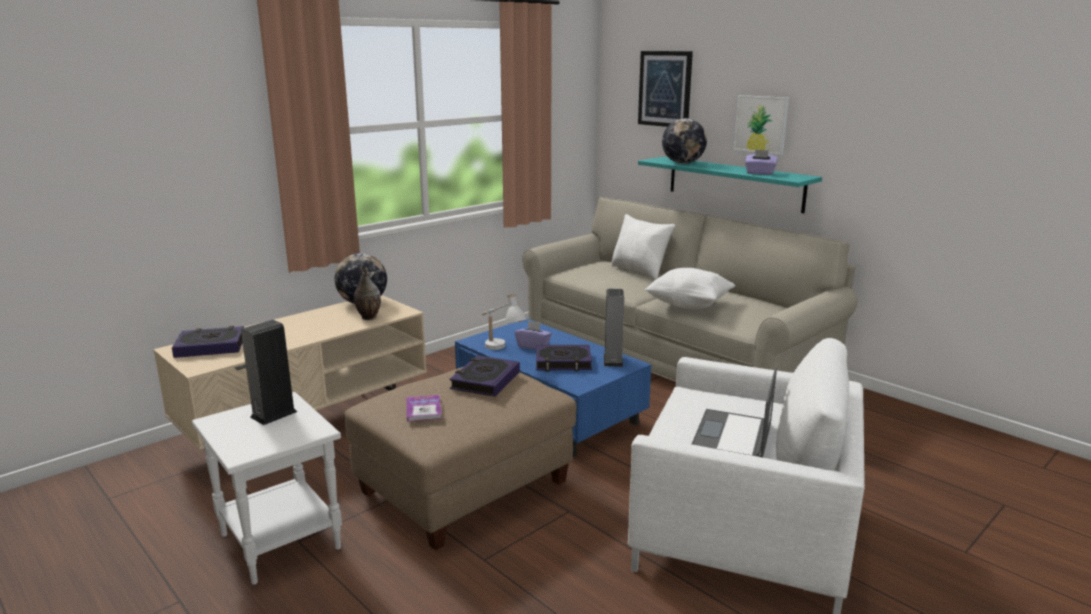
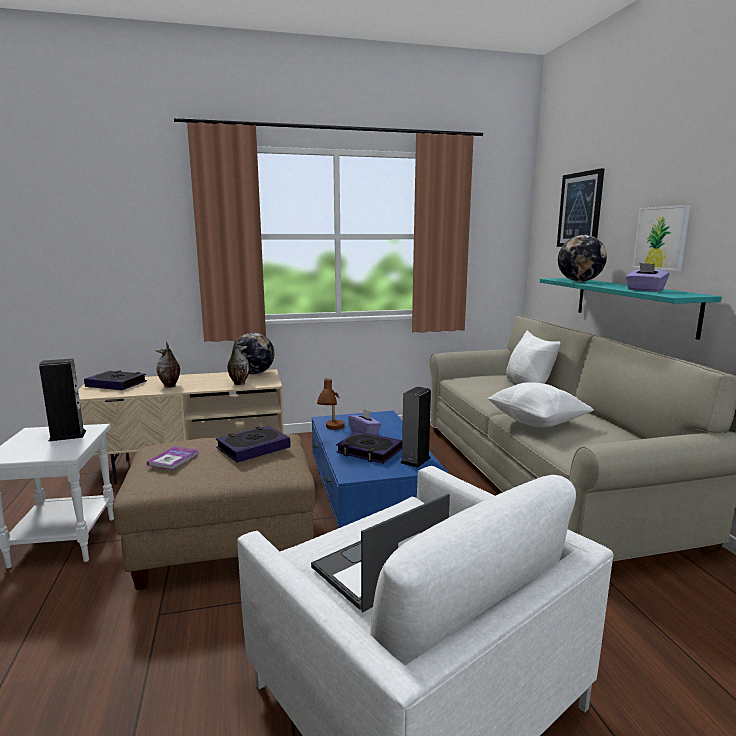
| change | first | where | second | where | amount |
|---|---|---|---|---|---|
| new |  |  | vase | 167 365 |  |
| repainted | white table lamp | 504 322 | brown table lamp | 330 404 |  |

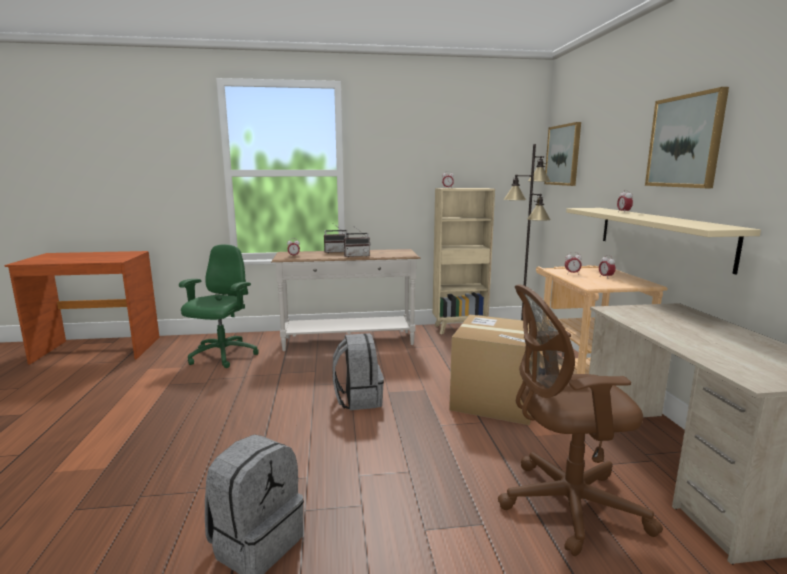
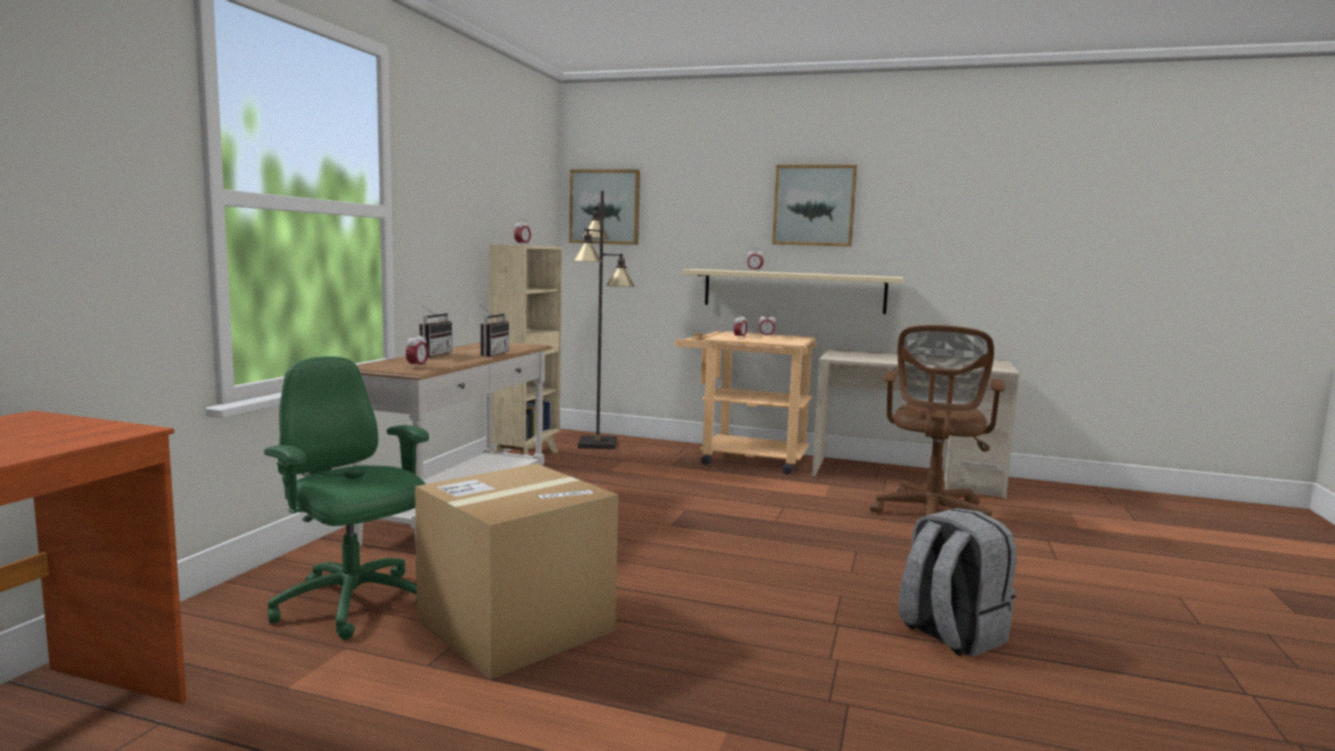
| change | first | where | second | where | amount |
|---|---|---|---|---|---|
| gone | grey backpack | 358 371 |  |  |  |
| shifted | cardboard box | 490 370 |  | 517 571 |  |

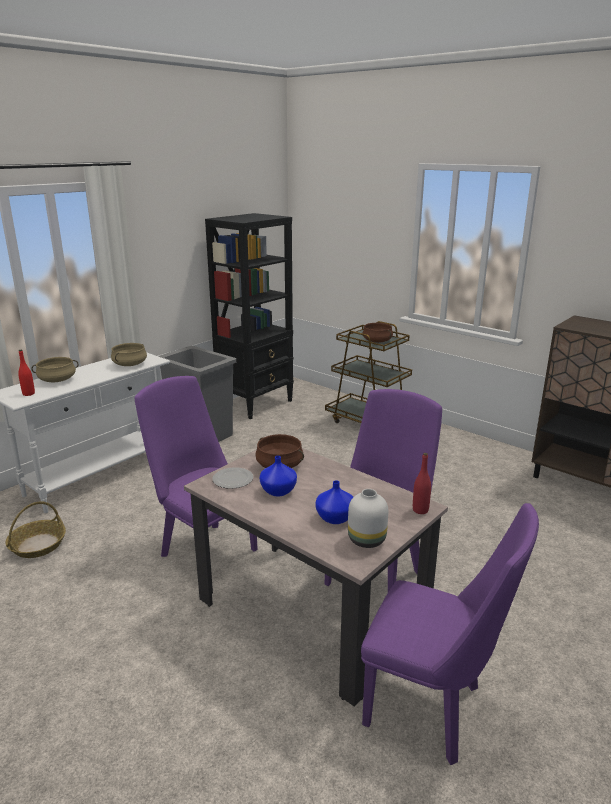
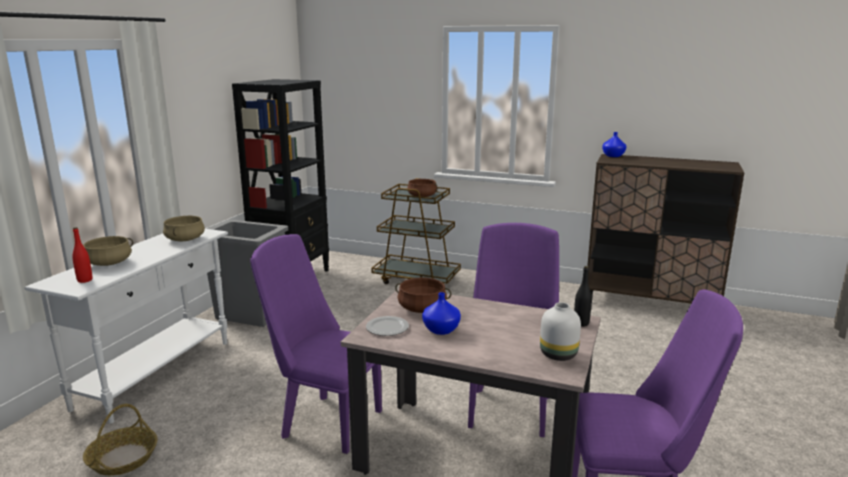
| change | first | where | second | where | amount |
|---|---|---|---|---|---|
| shifted | blue vase | 334 502 |  | 614 144 |  |
| repainted | red bottle | 422 483 | black bottle | 583 296 |  |

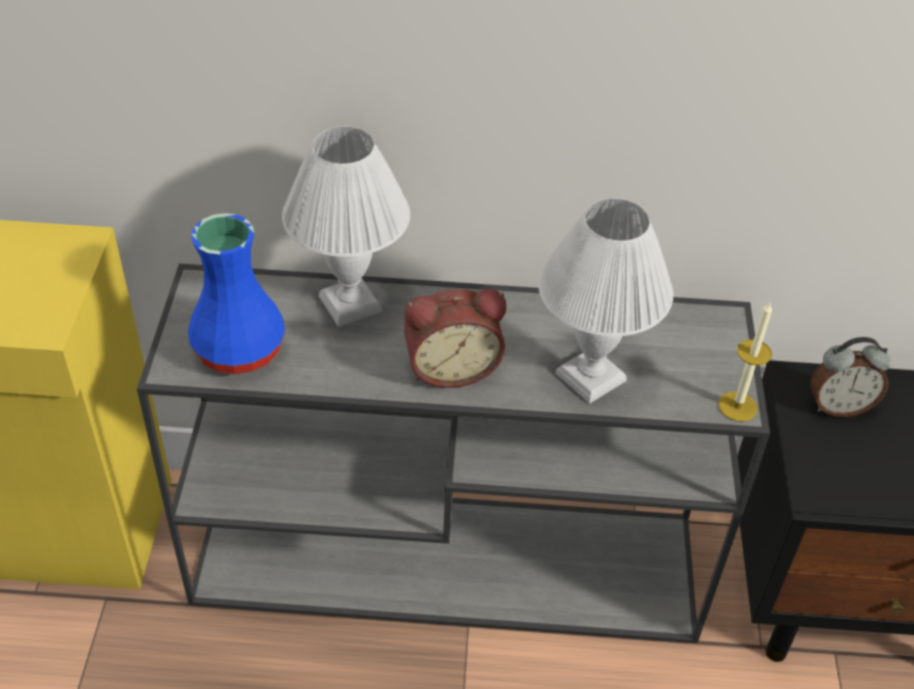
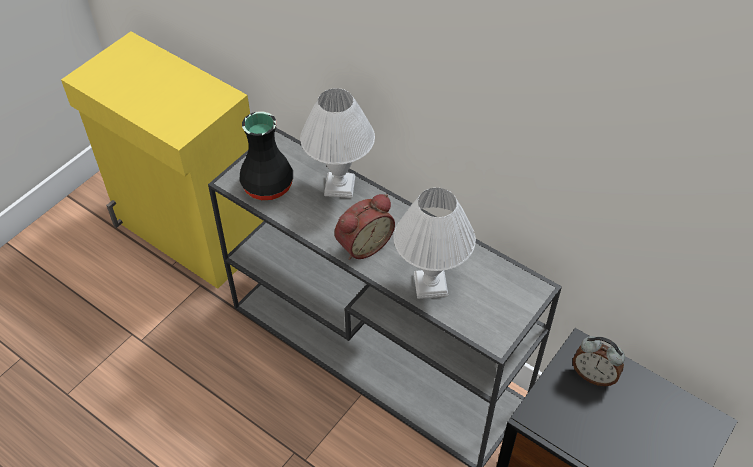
| change | first | where | second | where | amount |
|---|---|---|---|---|---|
| gone | candle | 745 361 |  |  |  |
| repainted | blue vase | 236 293 | black vase | 266 155 |  |
| rotated | alarm clock | 455 338 |  | 364 227 | 60 degrees counterclockwise |

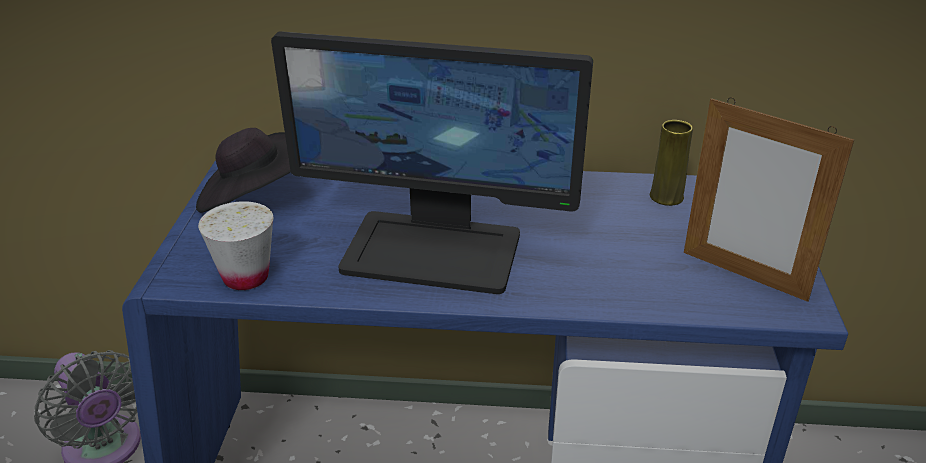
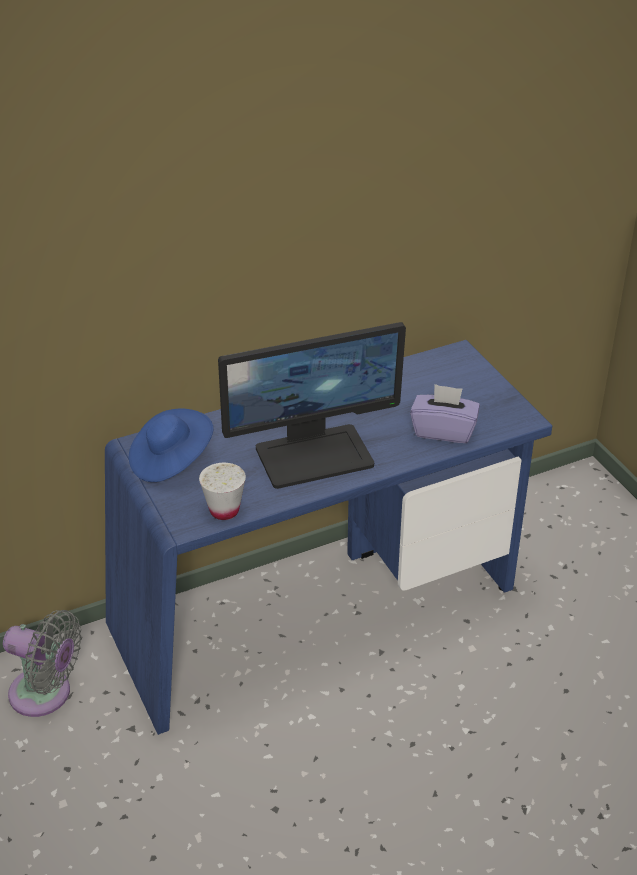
| change | first | where | second | where | amount |
|---|---|---|---|---|---|
| gone | yellow vase | 671 163 |  |  |  |
| gone | picture frame | 769 199 |  |  |  |
| new |  |  | purple tissue box | 445 413 |  |
| repainted | black hat | 243 170 | blue hat | 171 445 |  |

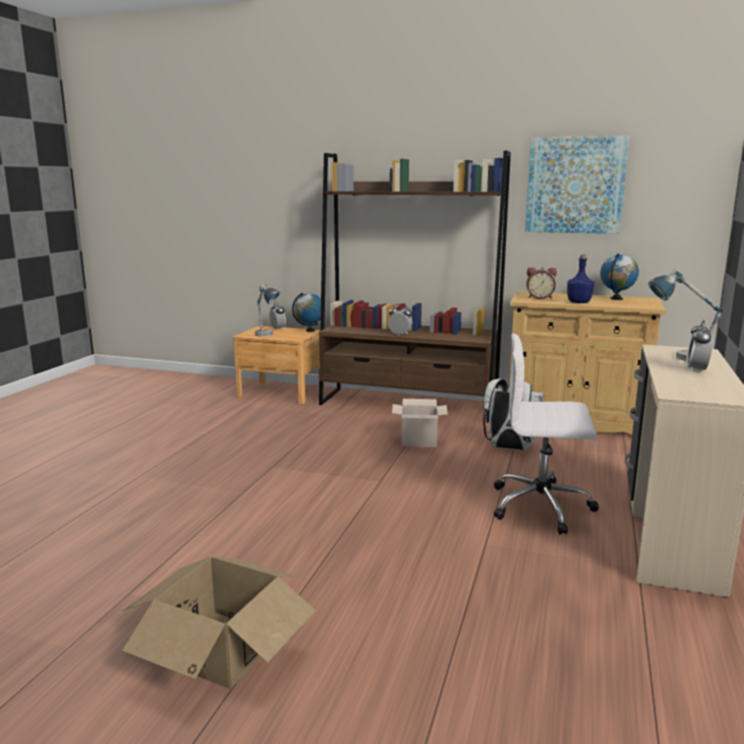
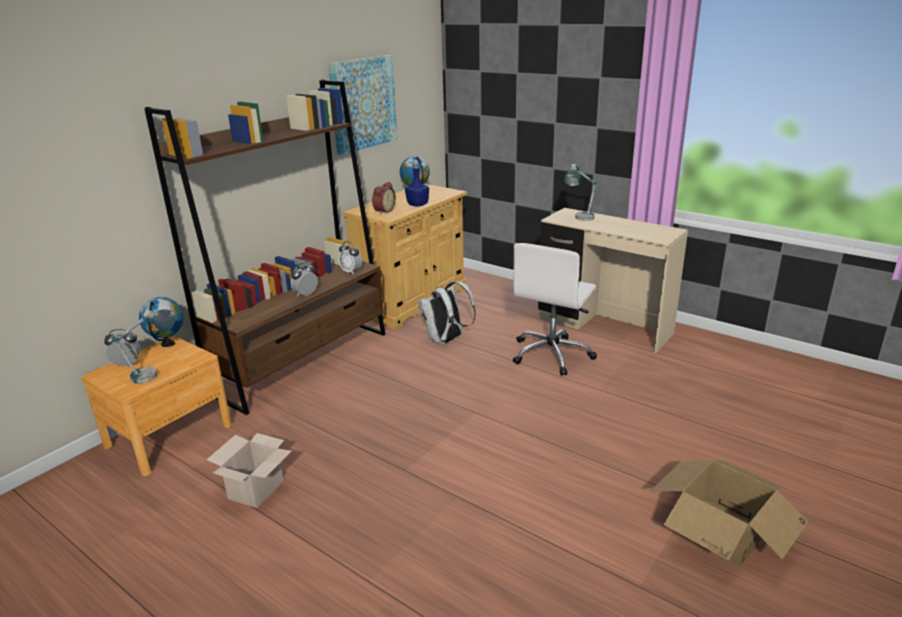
| change | first | where | second | where | amount |
|---|---|---|---|---|---|
| shifted | cardboard box | 420 423 |  | 249 470 |  |
| shifted | alarm clock | 699 346 |  | 350 258 |  |

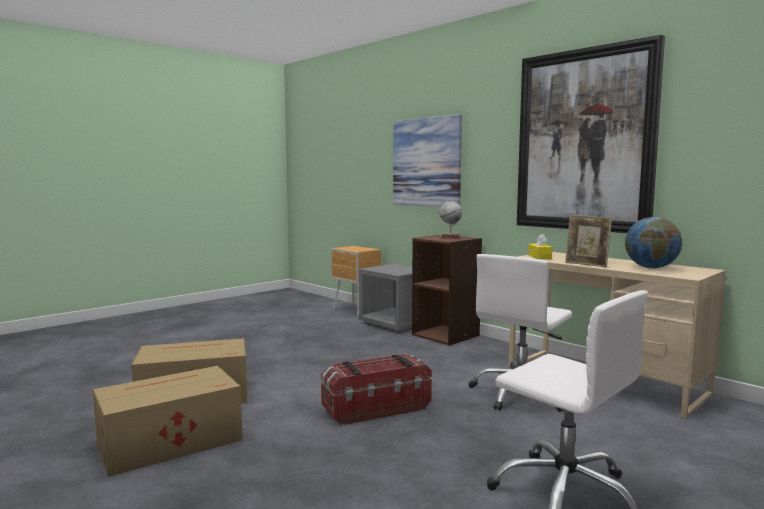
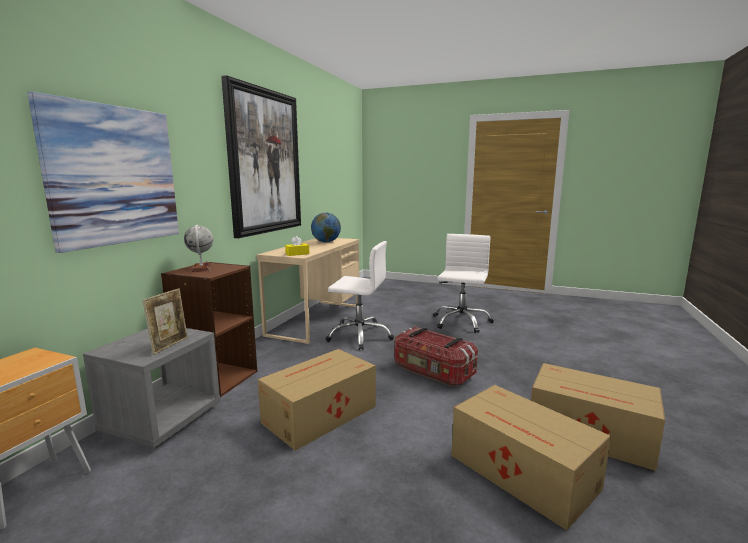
| change | first | where | second | where | amount |
|---|---|---|---|---|---|
| new |  |  | cardboard box | 317 400 |  |
| shifted | picture frame | 588 241 |  | 165 321 |  |

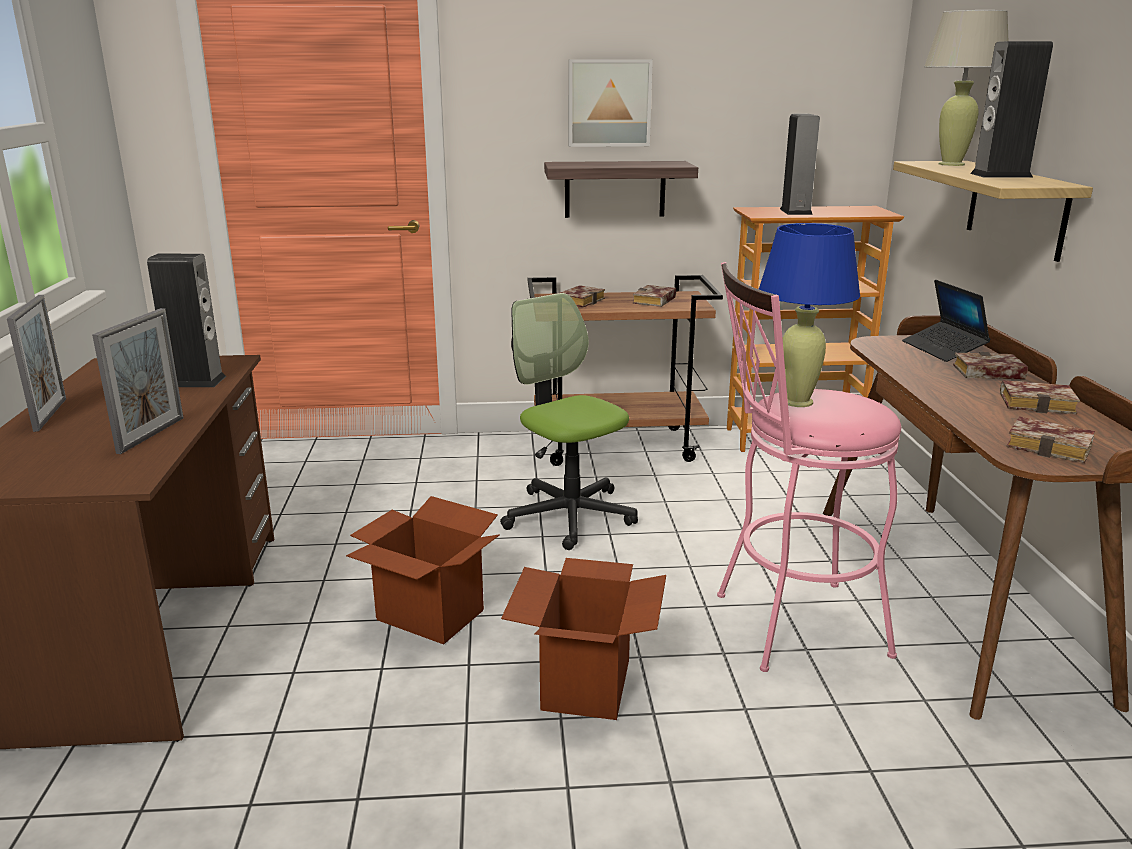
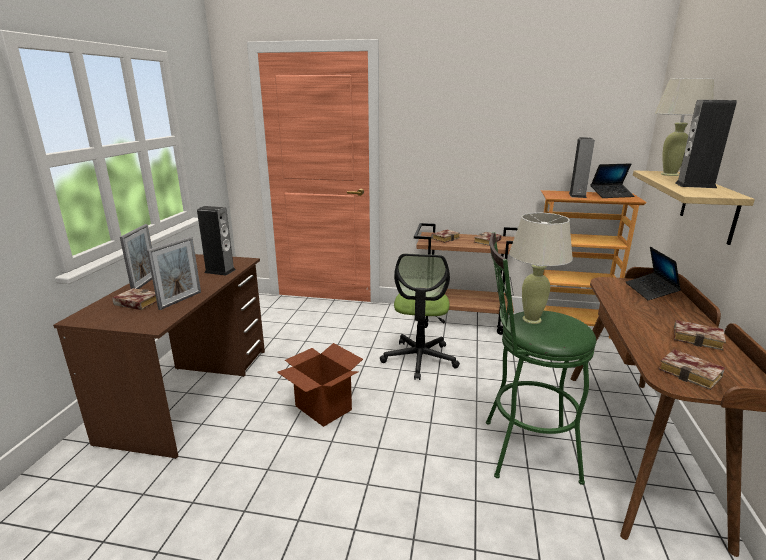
| change | first | where | second | where | amount |
|---|---|---|---|---|---|
| gone | cardboard box | 583 639 |  |  |  |
| gone | shelf | 621 189 |  |  |  |
| gone | picture | 610 103 |  |  |  |
| new |  |  | laptop | 613 180 |  |
| shifted | book | 990 365 |  | 134 299 |  |
| repainted | pink stool | 809 467 | green stool | 541 358 |  |
| repainted | blue table lamp | 809 315 | beige table lamp | 541 268 |  |
| rotated | office chair | 569 421 |  | 420 317 | 150 degrees counterclockwise |

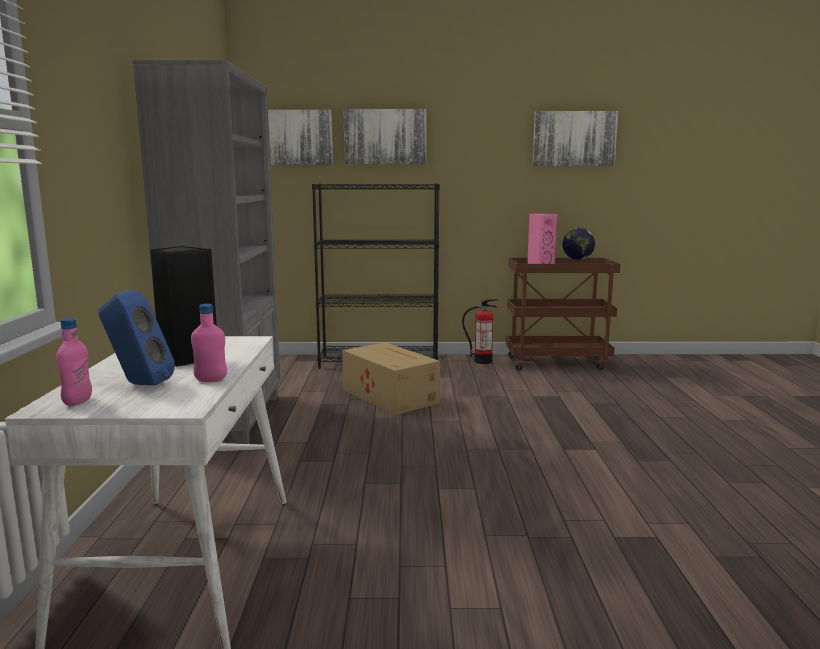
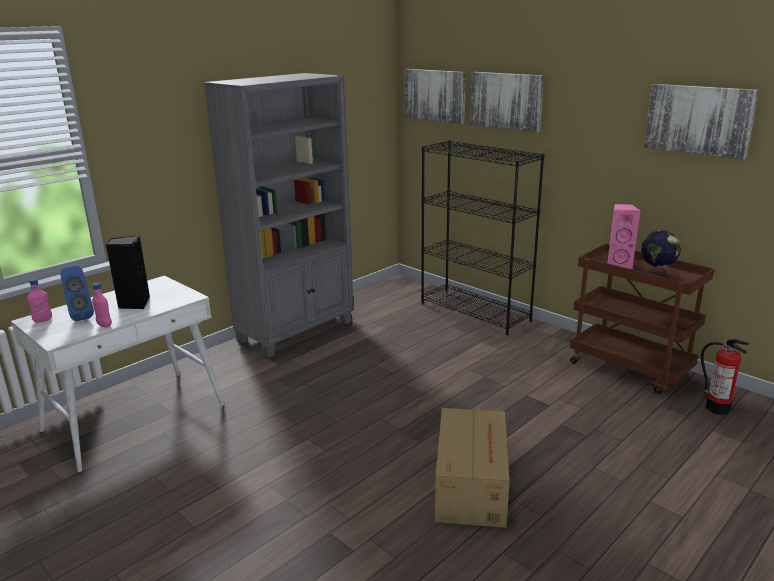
| change | first | where | second | where | amount |
|---|---|---|---|---|---|
| shifted | cardboard box | 391 378 |  | 472 468 |  |
| shifted | fire extinguisher | 480 331 |  | 726 377 |  |

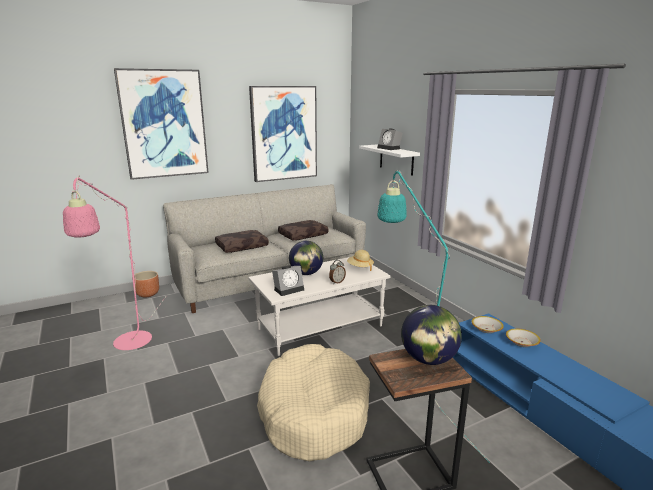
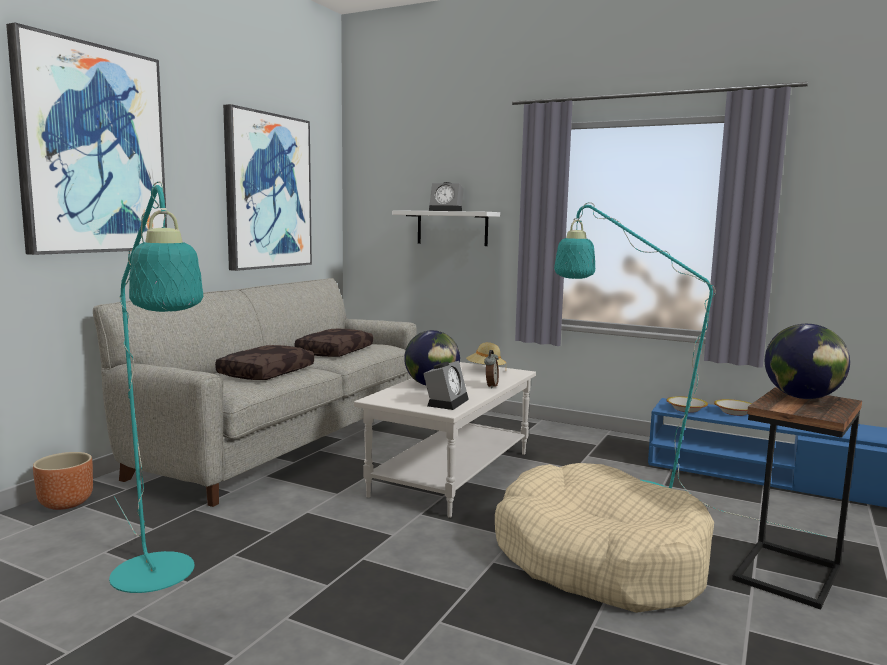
| change | first | where | second | where | amount |
|---|---|---|---|---|---|
| repainted | pink floor lamp | 114 262 | turquoise floor lamp | 156 387 |  |

